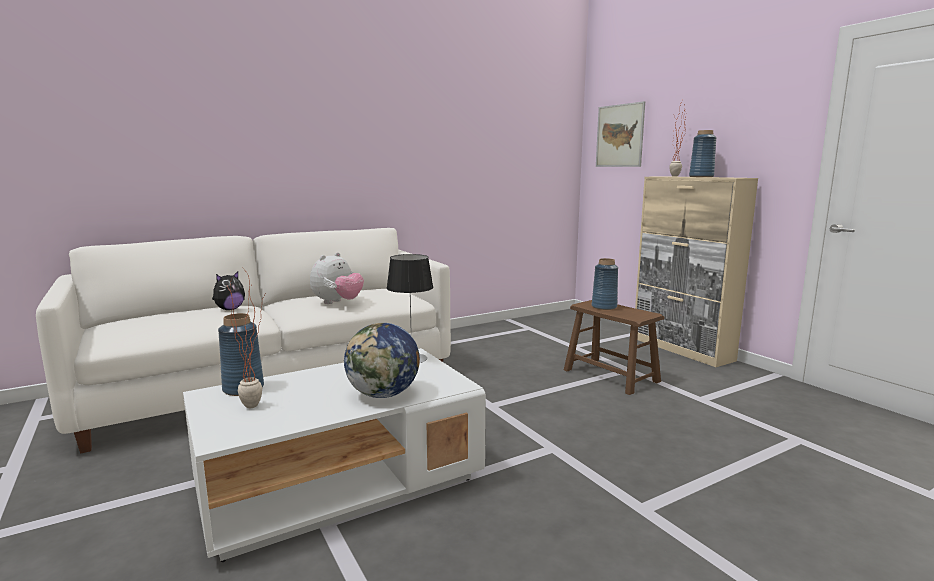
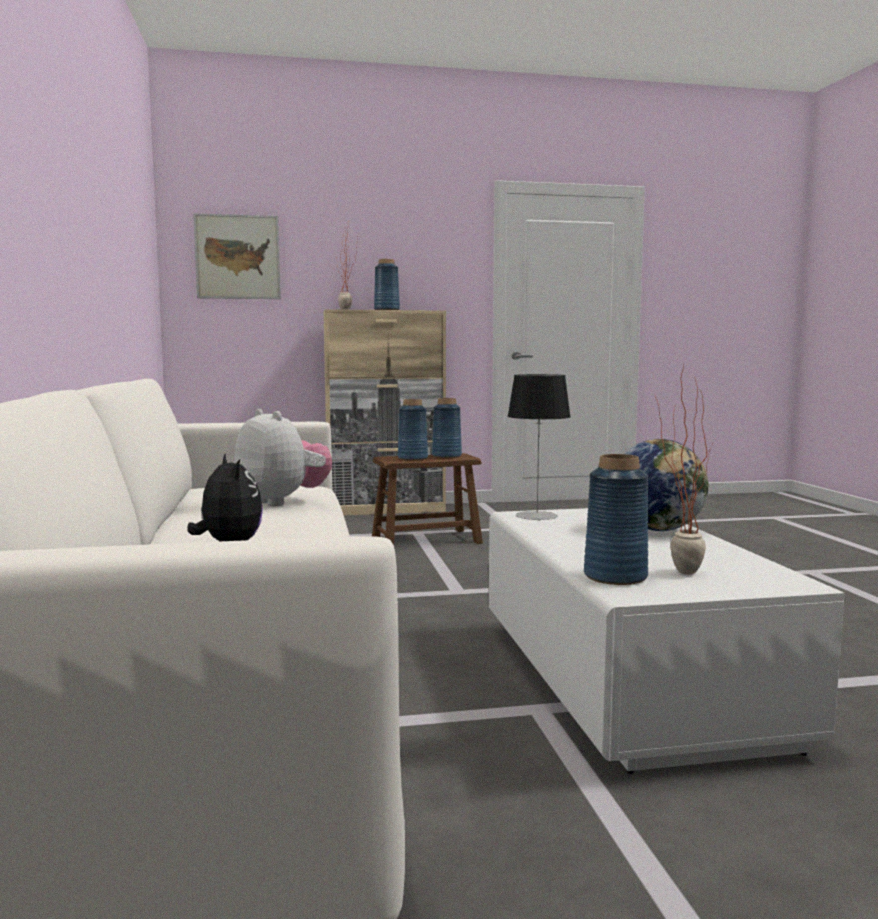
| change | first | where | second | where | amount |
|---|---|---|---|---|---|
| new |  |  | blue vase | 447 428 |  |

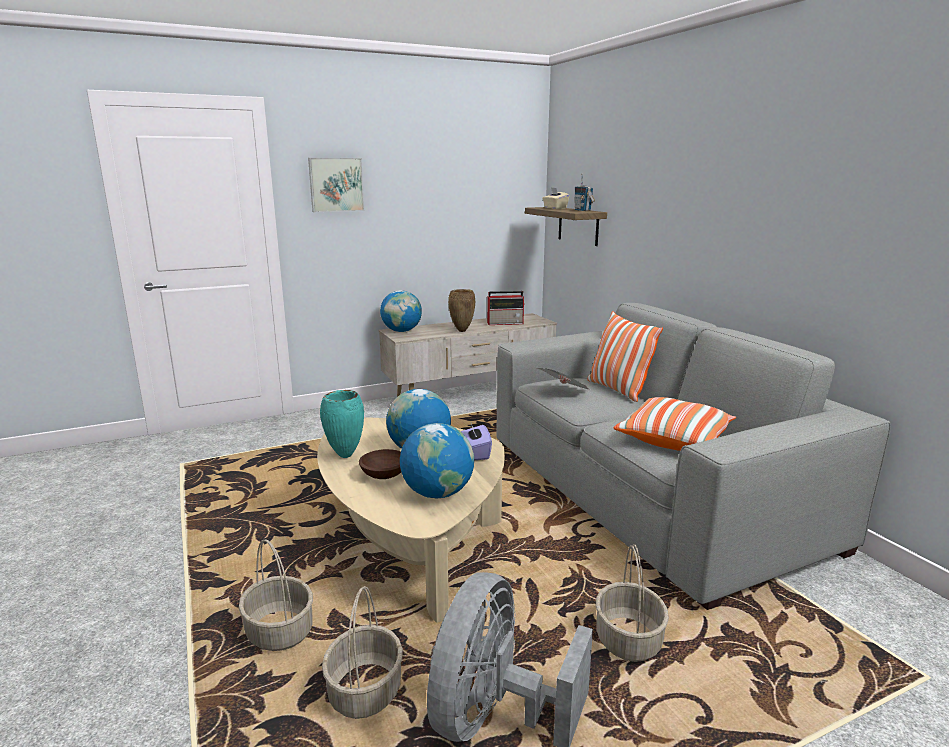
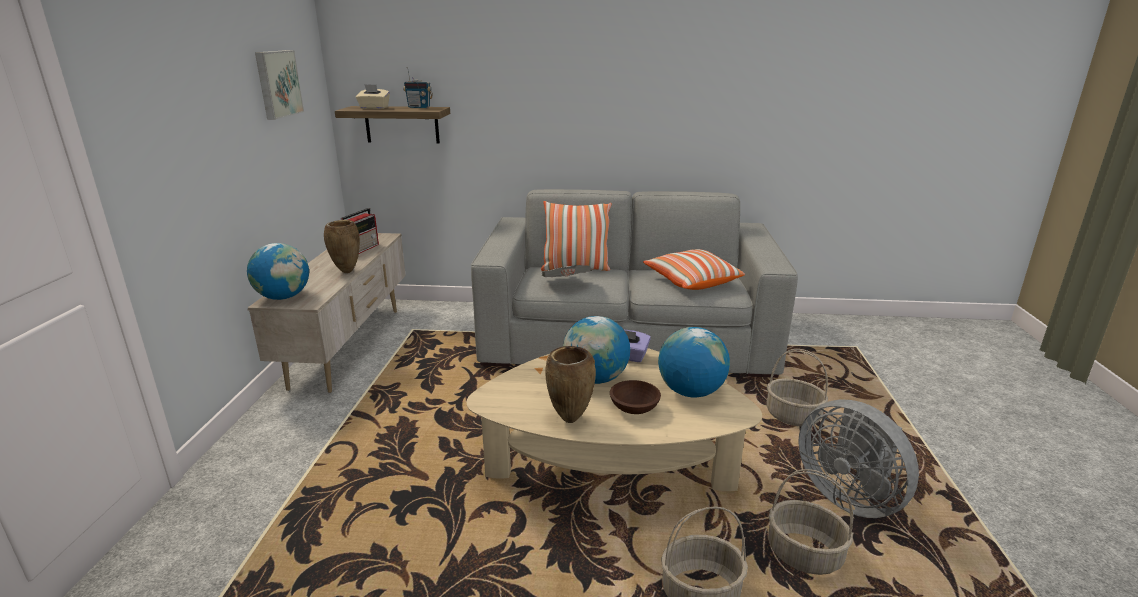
| change | first | where | second | where | amount |
|---|---|---|---|---|---|
| shifted | picture | 336 185 |  | 279 85 |  |
| repainted | turquoise vase | 342 424 | brown vase | 570 384 |  |

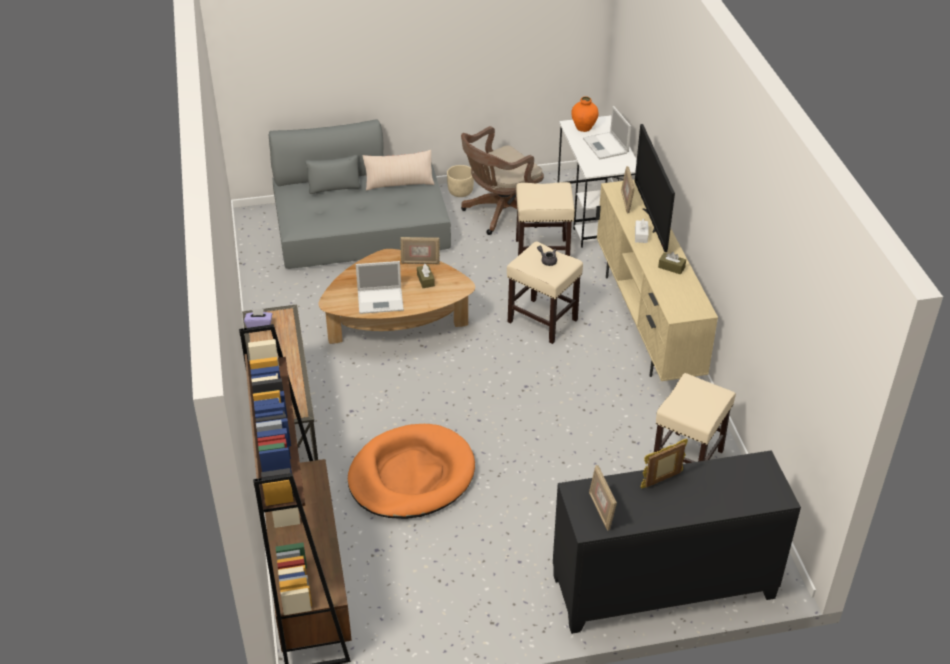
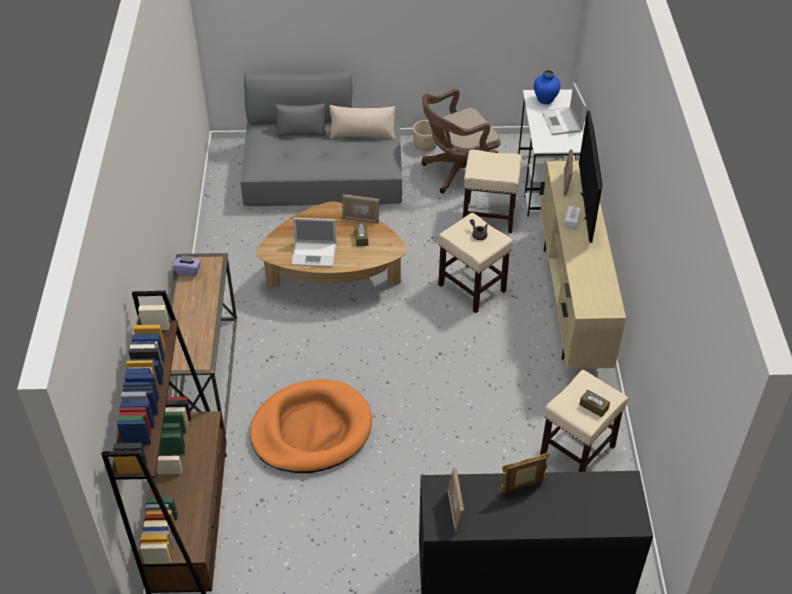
| change | first | where | second | where | amount |
|---|---|---|---|---|---|
| shifted | brown tissue box | 672 263 |  | 594 403 |  |
| repainted | orange vase | 585 114 | blue vase | 547 87 |  |

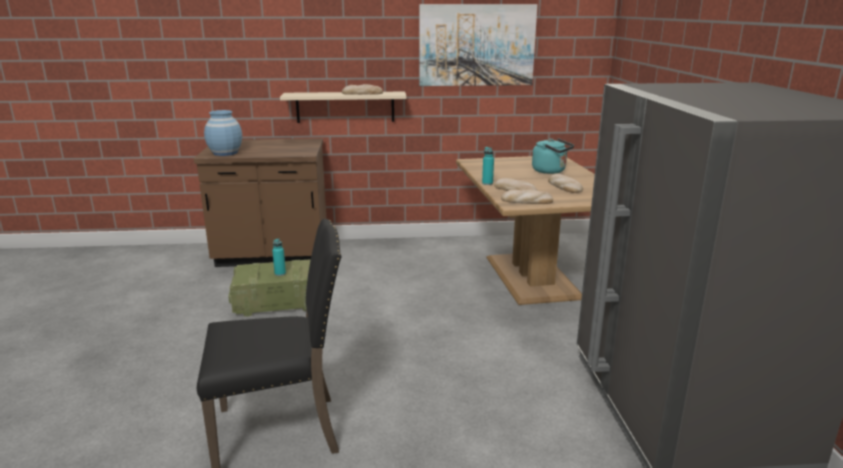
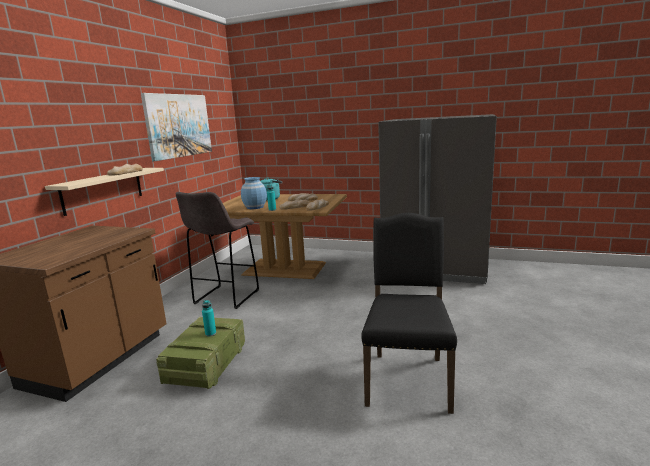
| change | first | where | second | where | amount |
|---|---|---|---|---|---|
| new |  |  | grey stool | 217 250 |  |
| shifted | blue vase | 223 133 |  | 254 193 |  |

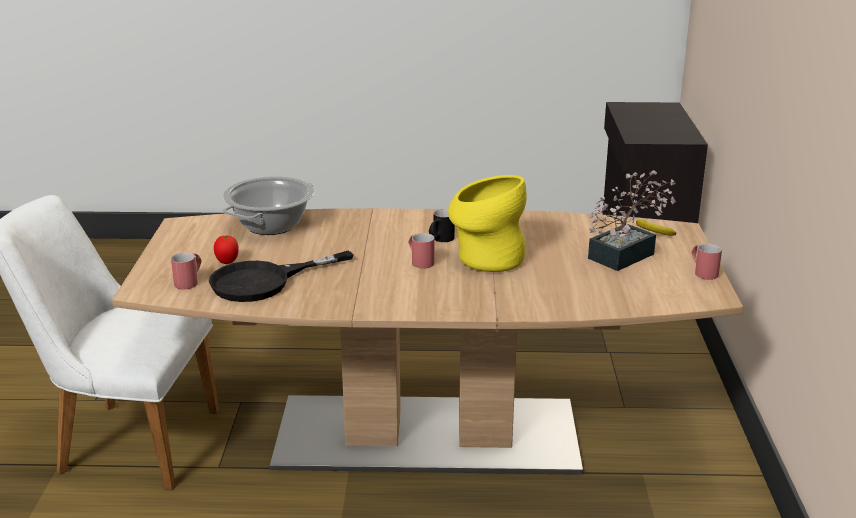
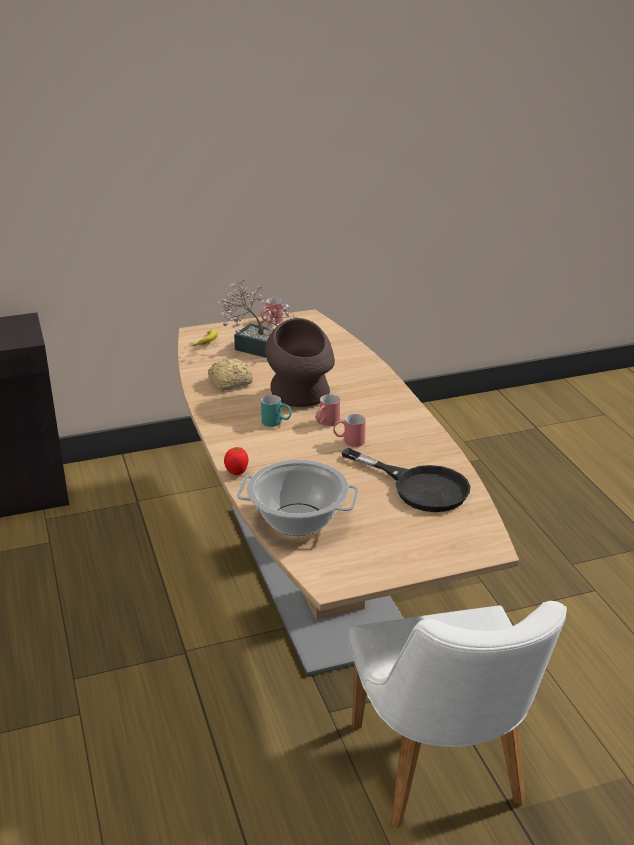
| change | first | where | second | where | amount |
|---|---|---|---|---|---|
| new |  |  | bread | 230 374 |  |
| shifted | red mug | 186 270 |  | 349 430 |  |
| shifted | tomato | 226 249 |  | 236 461 |  |
| repainted | black mug | 442 225 | turquoise mug | 276 411 |  |
| repainted | yellow vase | 487 223 | brown vase | 300 362 |  |

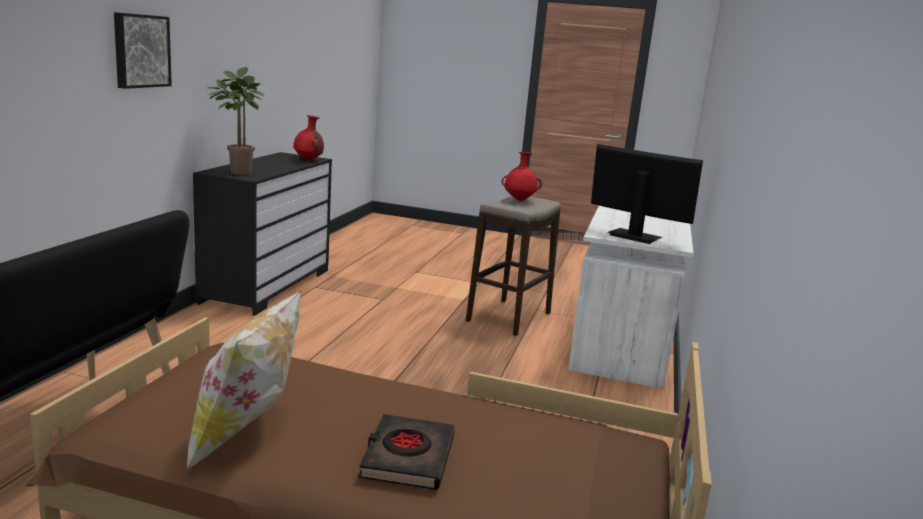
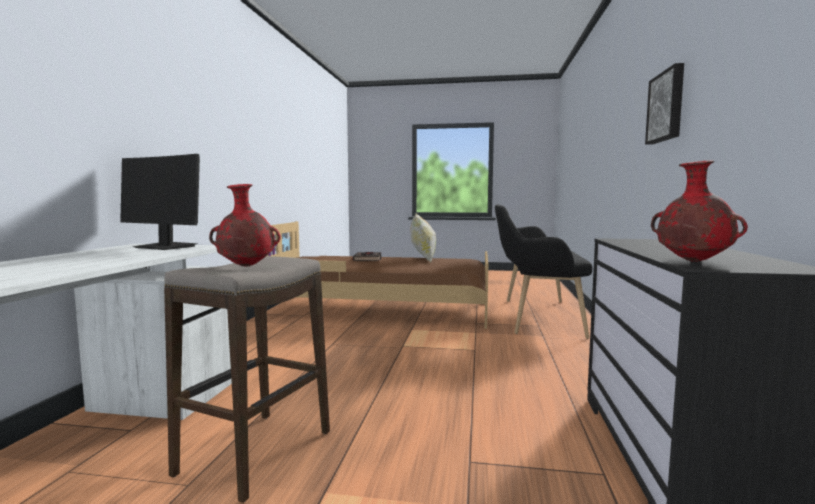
| change | first | where | second | where | amount |
|---|---|---|---|---|---|
| gone | potted plant | 237 121 |  |  |  |

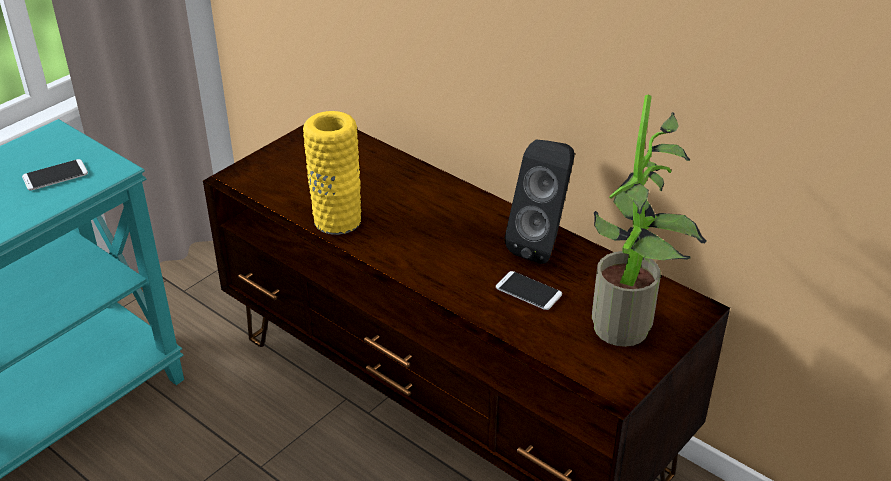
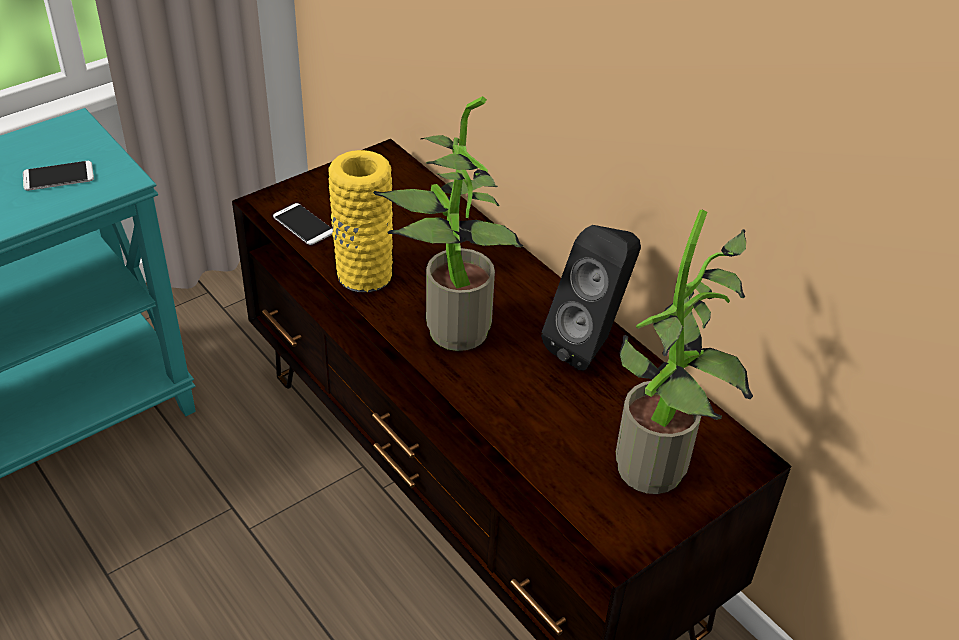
| change | first | where | second | where | amount |
|---|---|---|---|---|---|
| new |  |  | potted plant | 448 223 |  |
| shifted | phone | 529 290 |  | 303 224 |  |

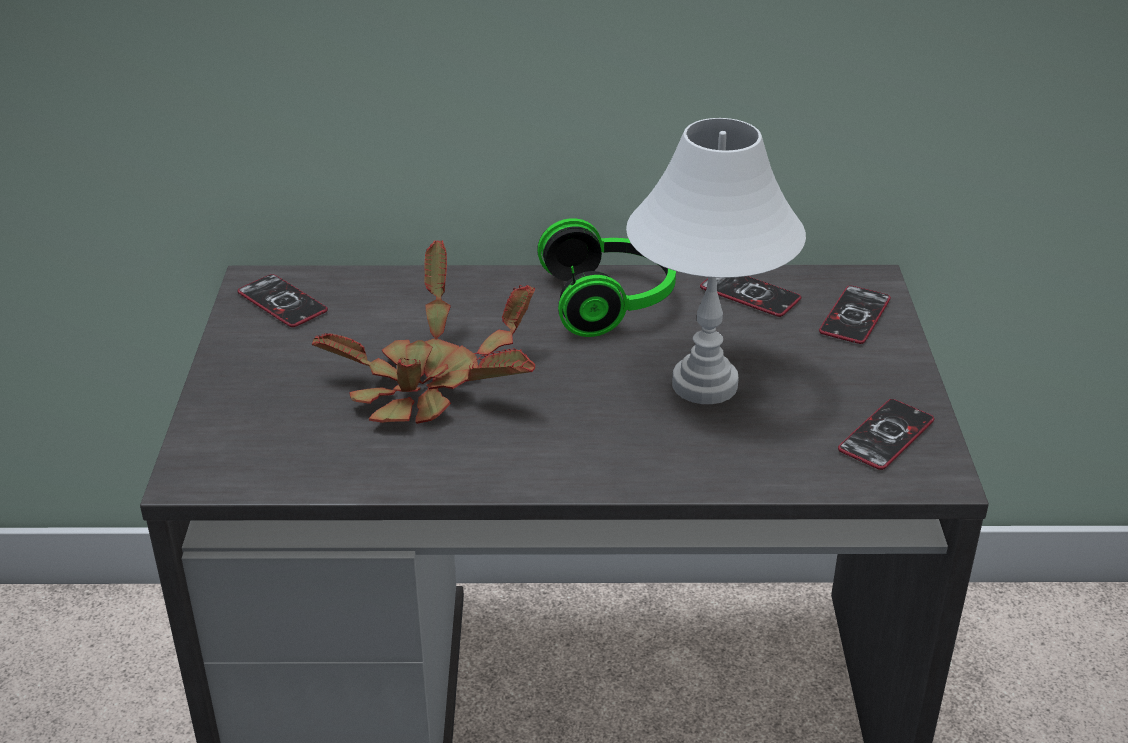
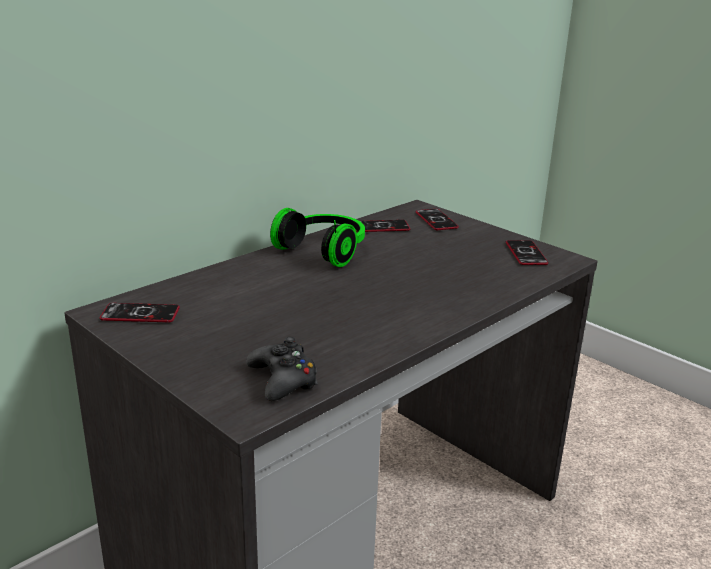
| change | first | where | second | where | amount |
|---|---|---|---|---|---|
| gone | potted plant | 423 332 |  |  |  |
| gone | white table lamp | 716 261 |  |  |  |
| new |  |  | black game controller | 282 369 |  |

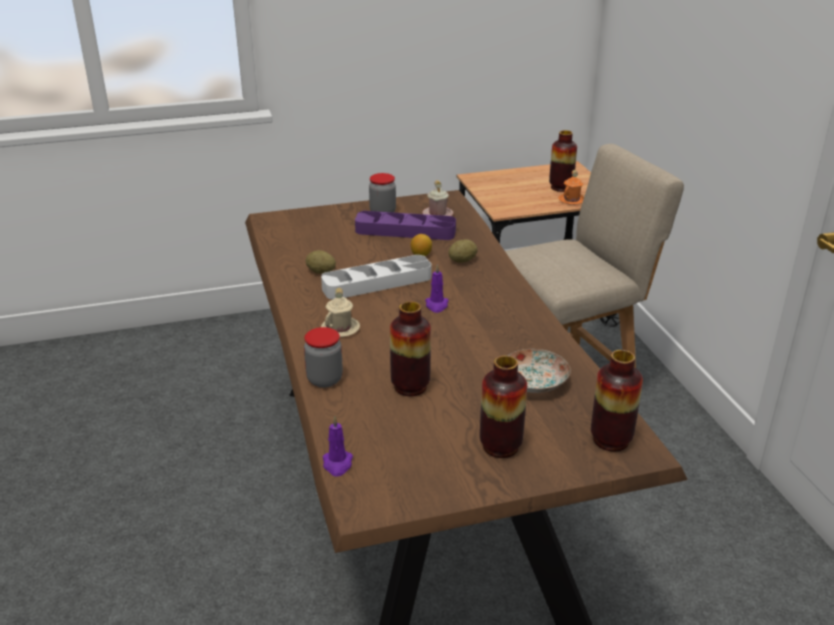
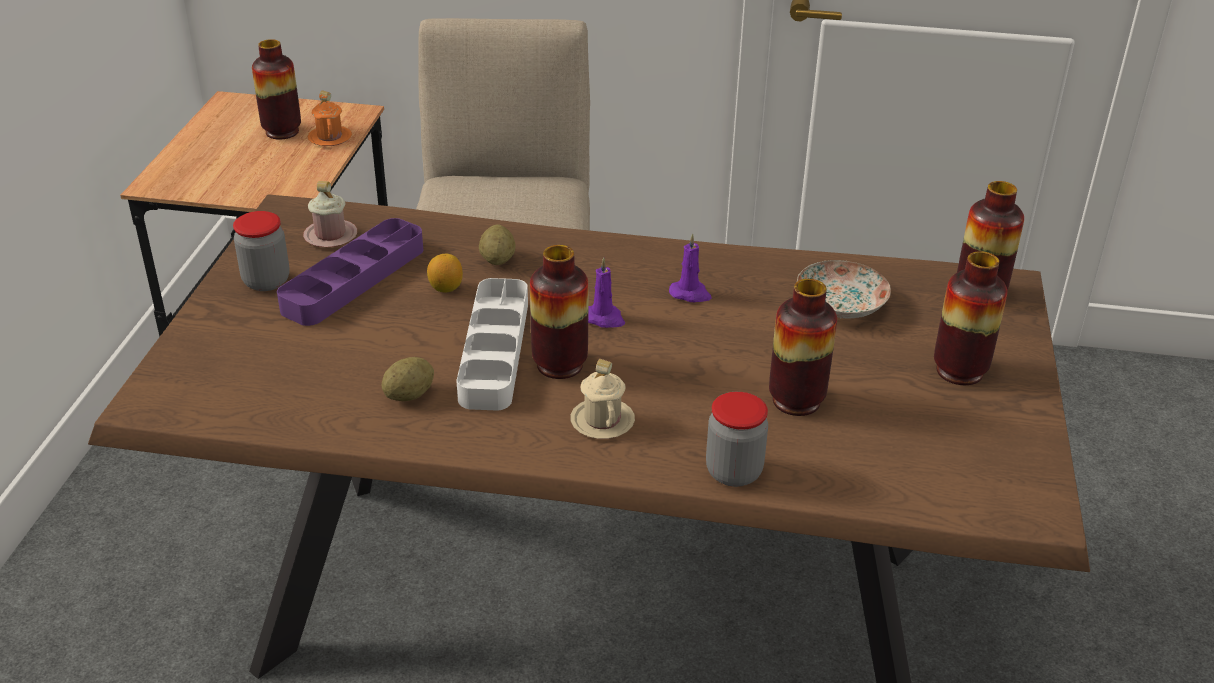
| change | first | where | second | where | amount |
|---|---|---|---|---|---|
| new |  |  | vase | 559 312 |  |
| shifted | purple candle | 338 446 |  | 690 268 |  |

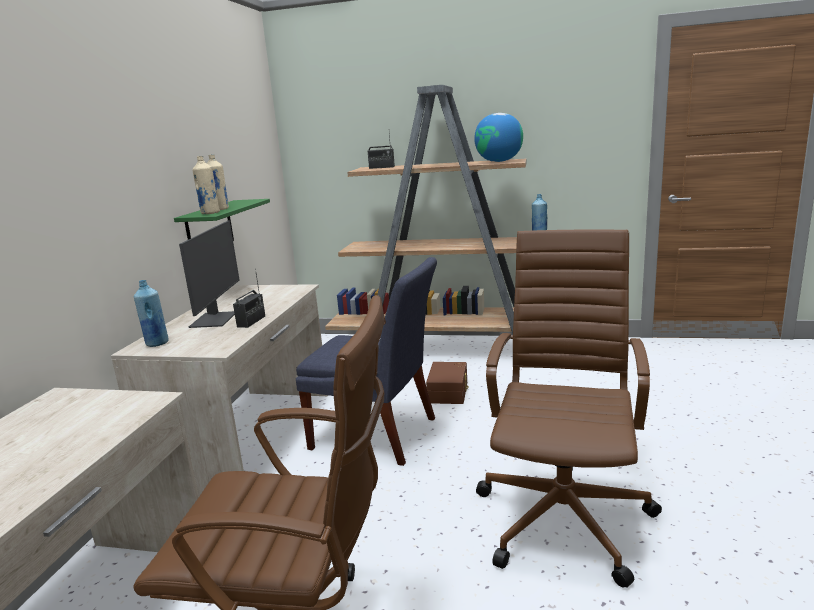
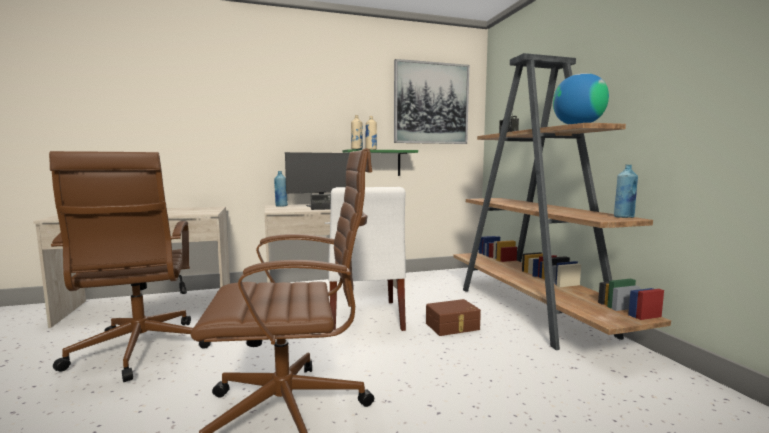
| change | first | where | second | where | amount |
|---|---|---|---|---|---|
| new |  |  | picture | 431 101 |  |
| repainted | blue chair | 366 361 | white chair | 367 259 |  |

